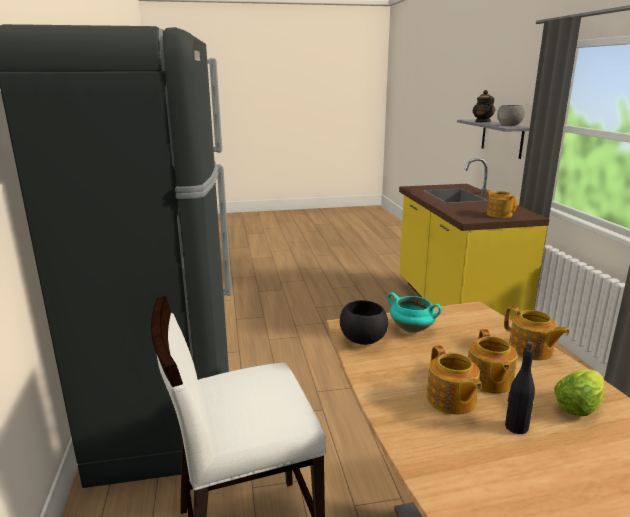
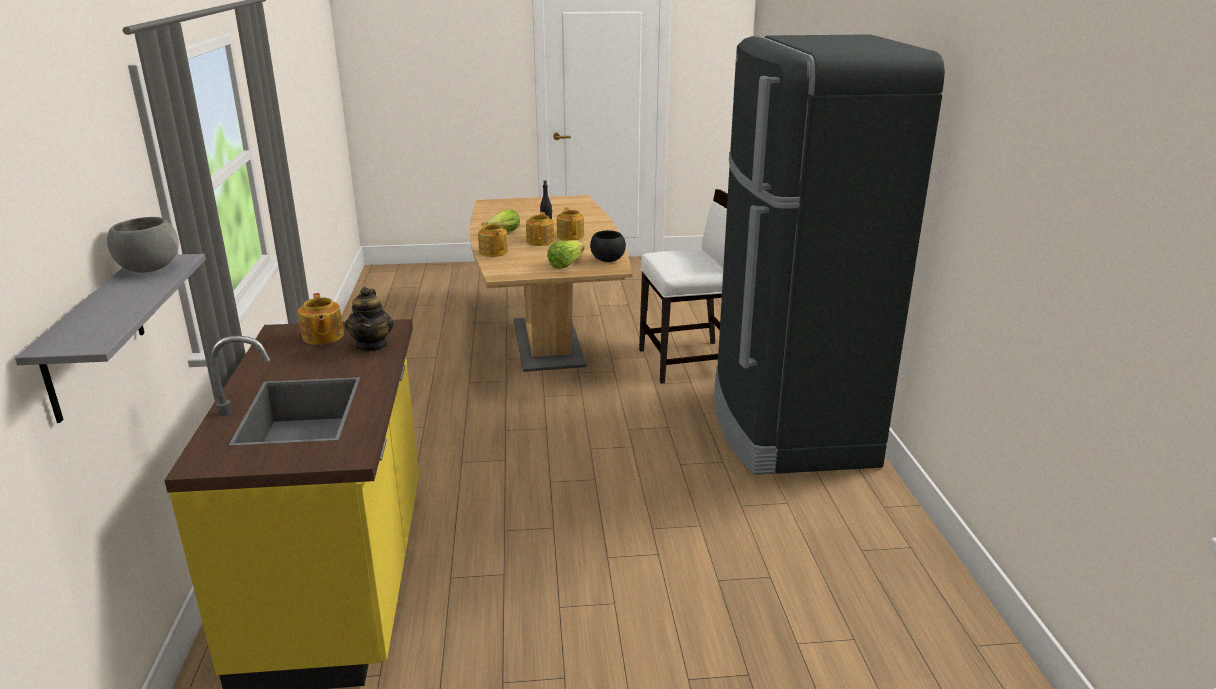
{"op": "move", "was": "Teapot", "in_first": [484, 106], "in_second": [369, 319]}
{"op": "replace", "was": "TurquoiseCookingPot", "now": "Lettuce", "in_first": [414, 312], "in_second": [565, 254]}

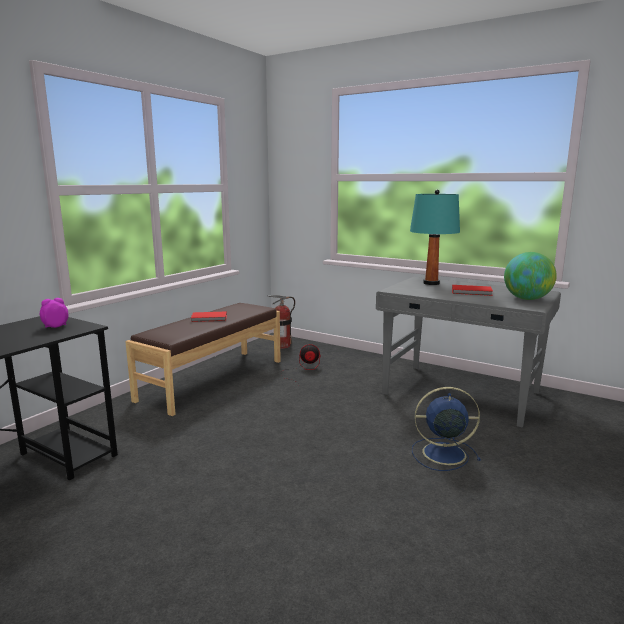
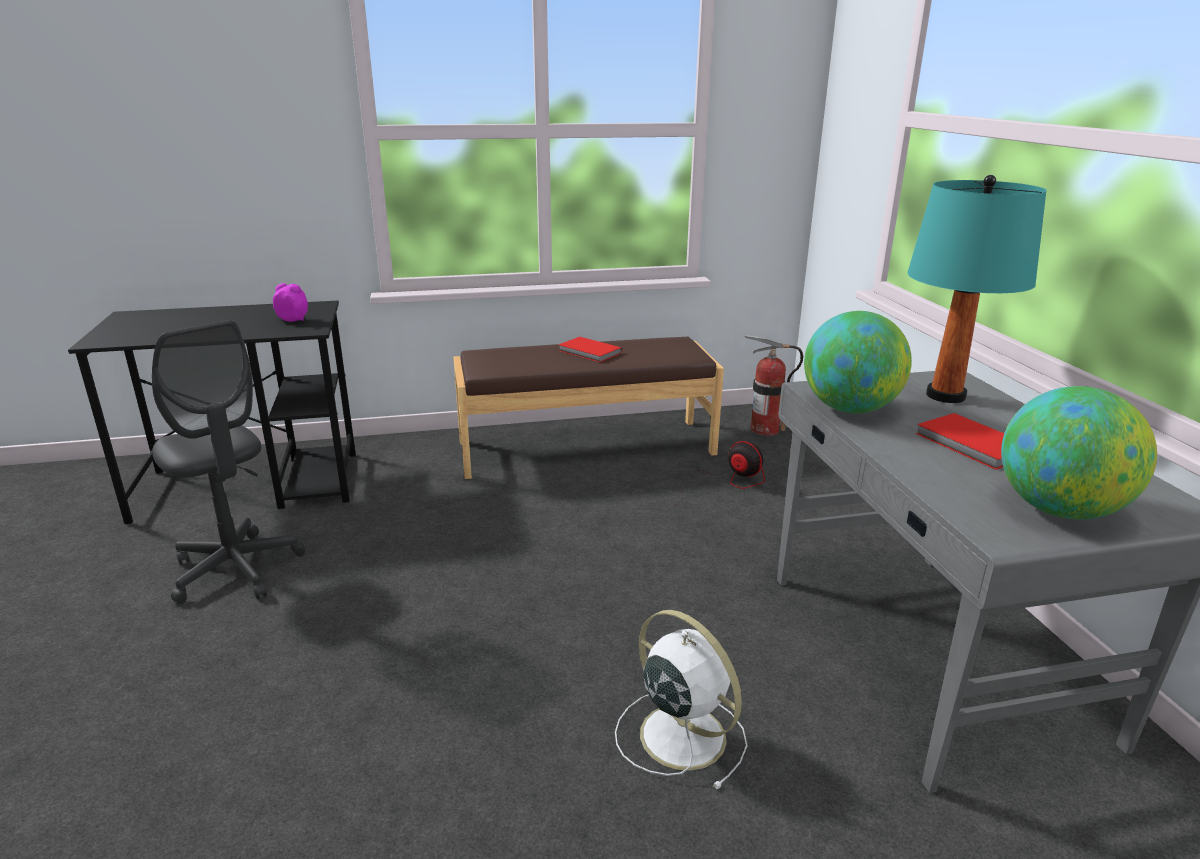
{"op": "insert", "now": "GreyOfficeChair", "in_second": [228, 462]}
{"op": "insert", "now": "Globe", "in_second": [858, 362]}
{"op": "recolor", "was": "BlueFan", "now": "WhiteFan", "in_first": [446, 429], "in_second": [681, 699]}

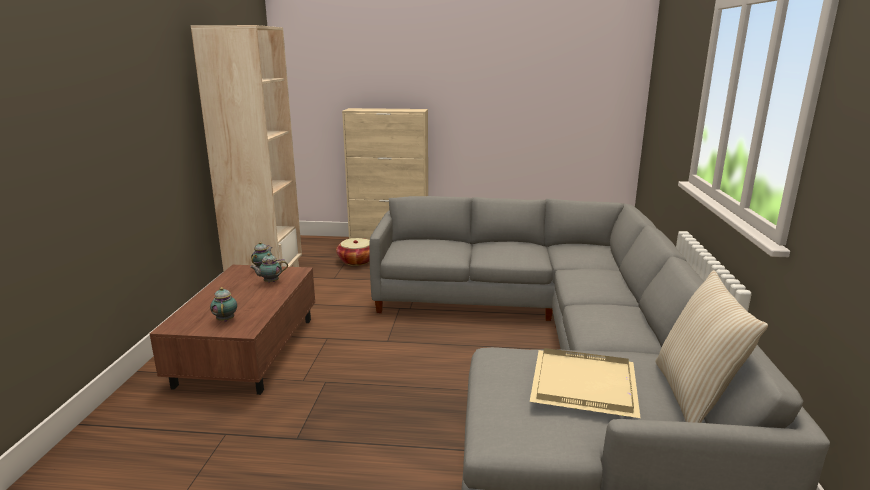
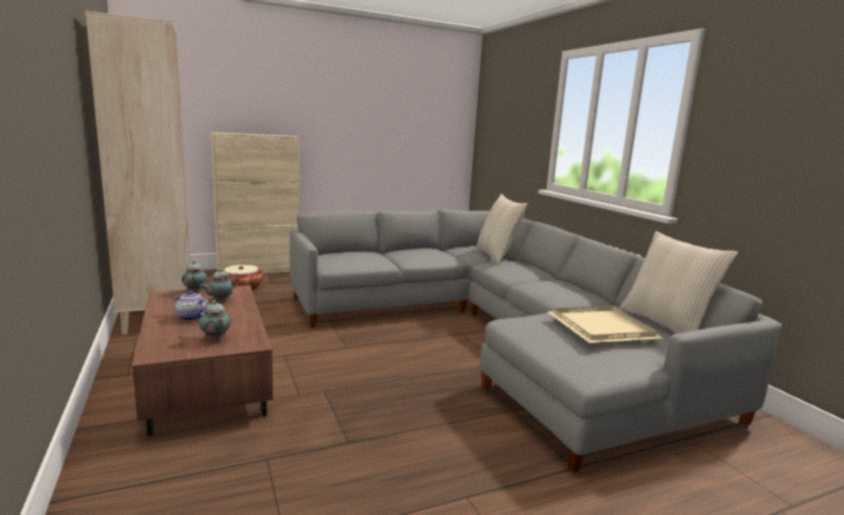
{"op": "insert", "now": "Teapot", "in_second": [190, 306]}
{"op": "insert", "now": "BeigePillow", "in_second": [501, 229]}

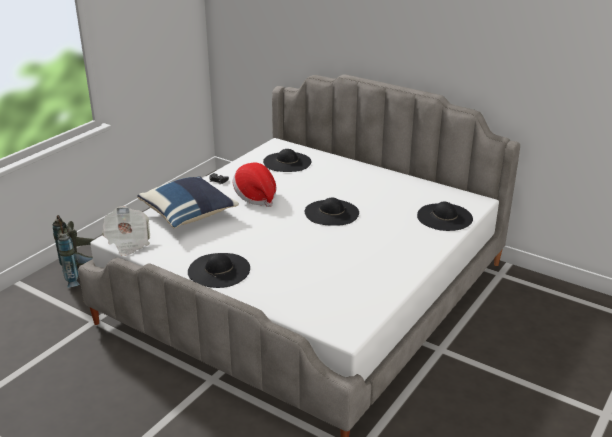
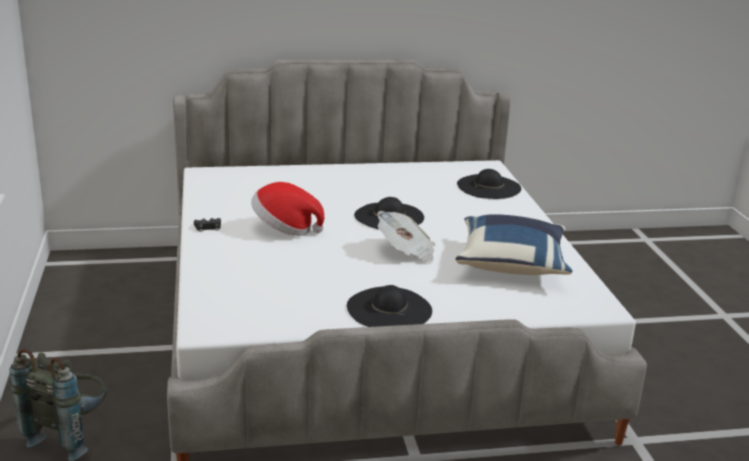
{"op": "delete", "was": "BlackHat", "in_first": [287, 160]}
{"op": "move", "was": "Newspaper", "in_first": [126, 231], "in_second": [406, 237]}
{"op": "move", "was": "BluePillow", "in_first": [188, 202], "in_second": [514, 244]}

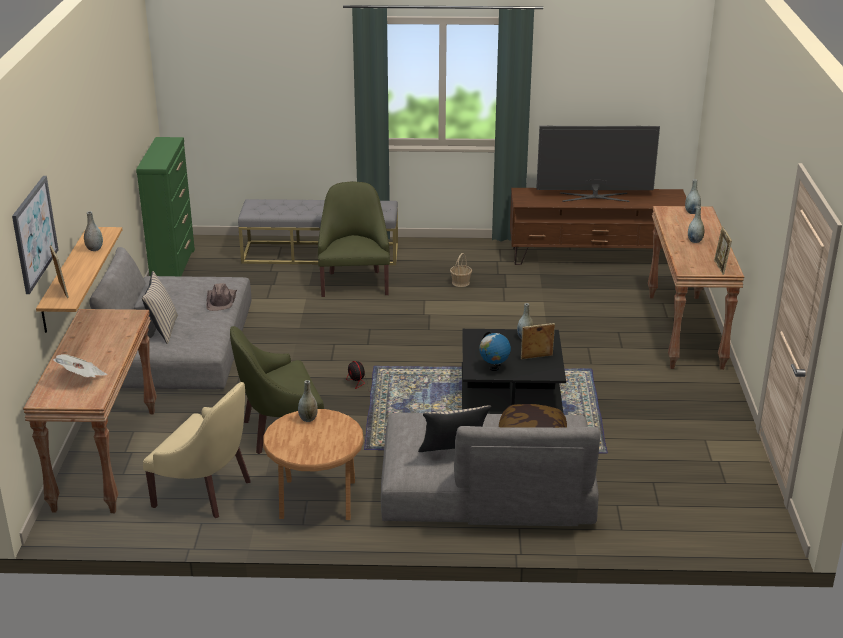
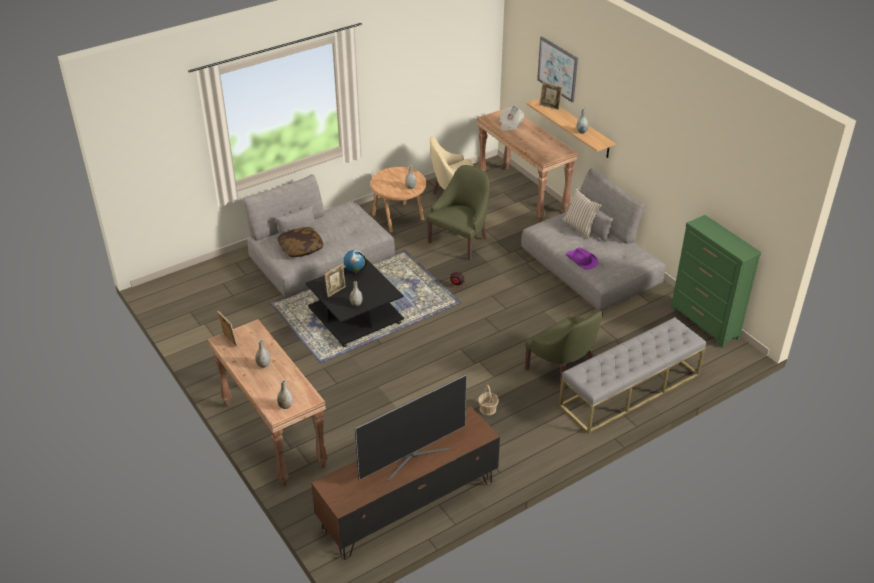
{"op": "delete", "was": "BeigePillow", "in_first": [454, 429]}
{"op": "recolor", "was": "BrownHat", "now": "PurpleHat", "in_first": [222, 297], "in_second": [582, 258]}

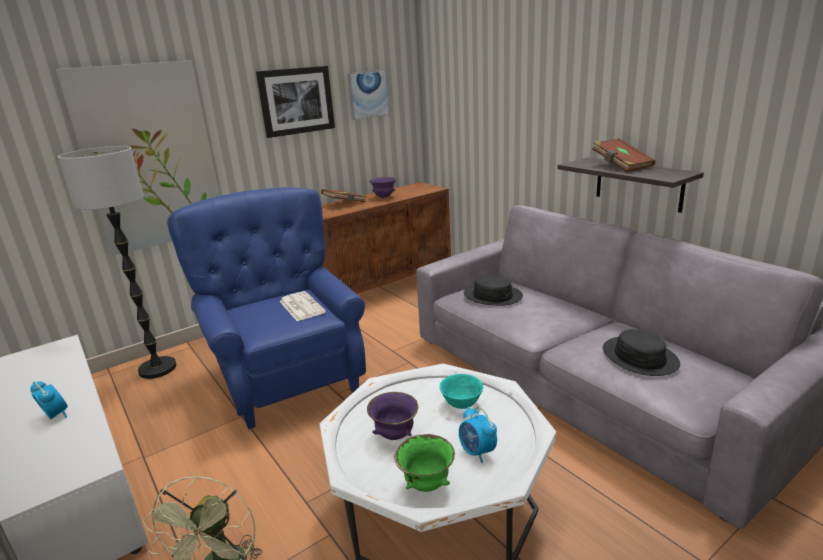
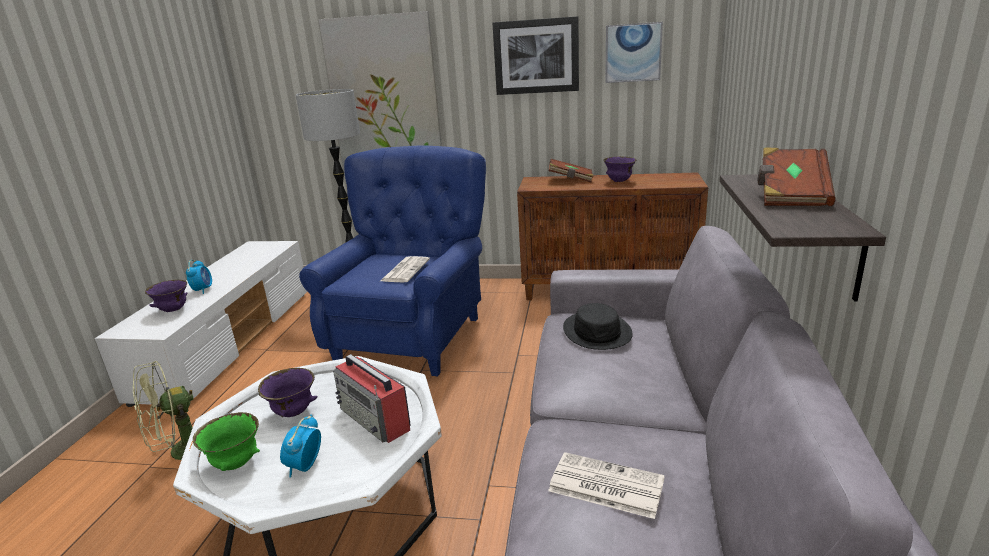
{"op": "insert", "now": "PurpleBowl", "in_second": [166, 296]}
{"op": "replace", "was": "TurquoiseBowl", "now": "Radio", "in_first": [462, 391], "in_second": [372, 398]}
{"op": "replace", "was": "BlackHat", "now": "Newspaper", "in_first": [641, 352], "in_second": [606, 485]}

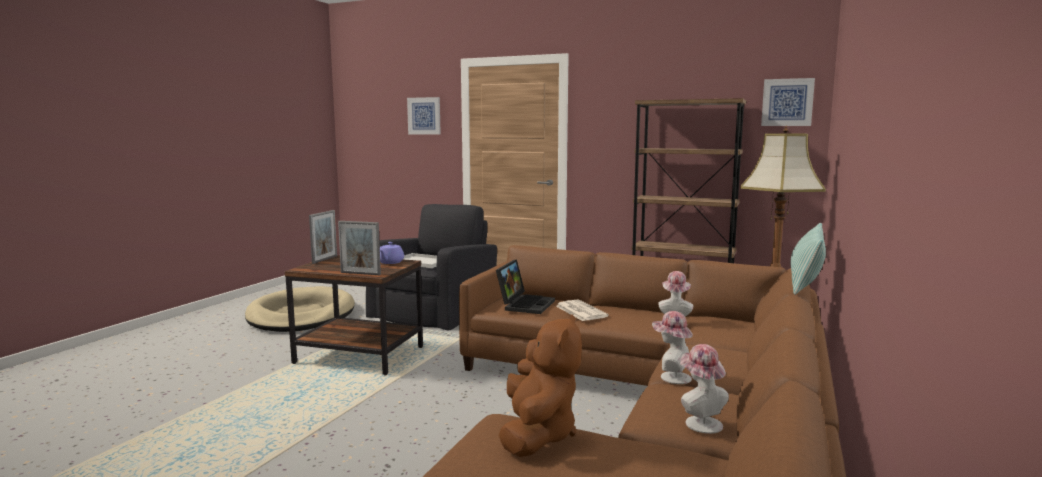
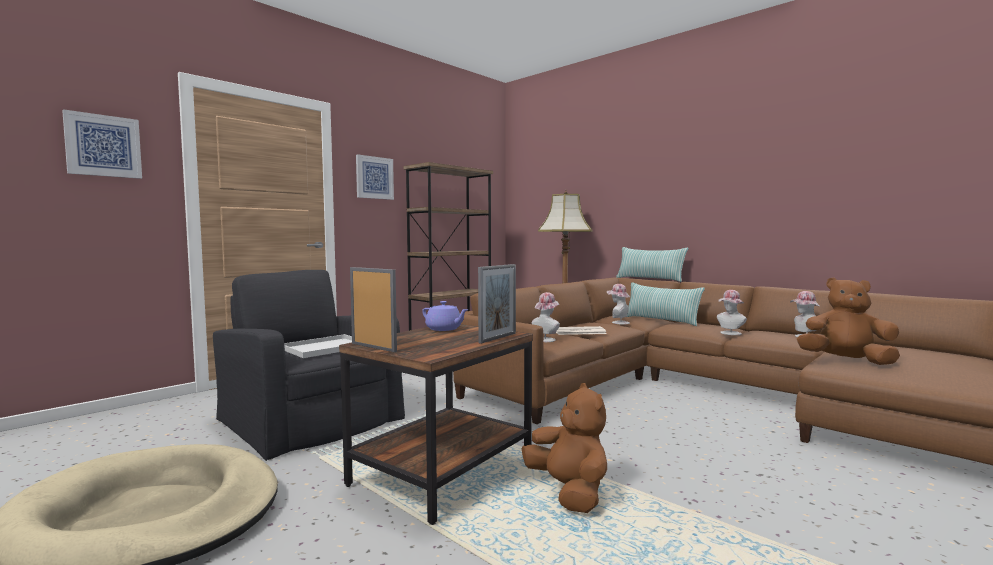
{"op": "insert", "now": "BrownPlushToy", "in_second": [564, 448]}
{"op": "insert", "now": "Pillow", "in_second": [666, 304]}
{"op": "move", "was": "Picture", "in_first": [788, 102], "in_second": [375, 177]}
{"op": "replace", "was": "Laptop", "now": "Hat", "in_first": [525, 286], "in_second": [546, 317]}

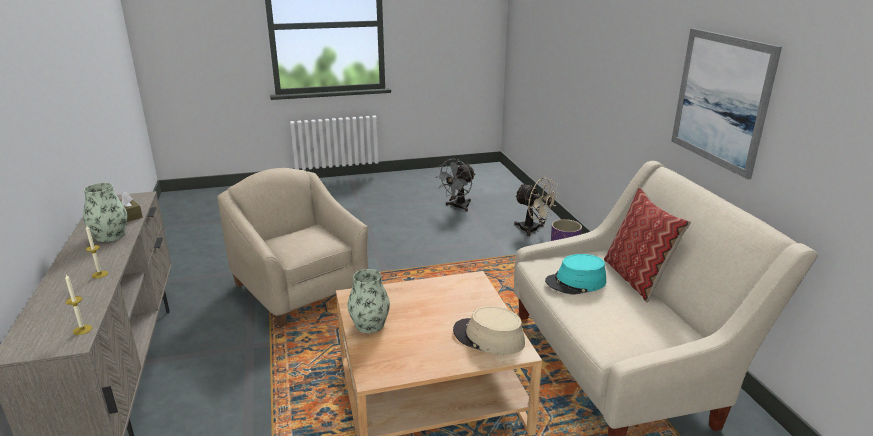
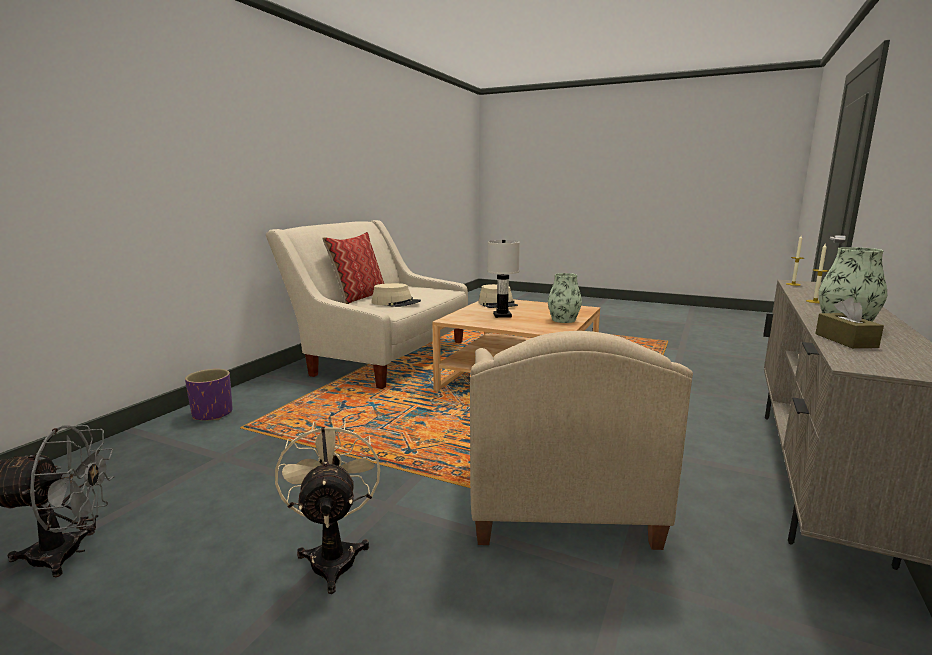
{"op": "delete", "was": "Picture", "in_first": [726, 103]}
{"op": "insert", "now": "WhiteTableLamp", "in_second": [503, 279]}
{"op": "move", "was": "BeigeFan", "in_first": [536, 207], "in_second": [327, 507]}
{"op": "recolor", "was": "TurquoiseHat", "now": "BeigeHat", "in_first": [575, 274], "in_second": [396, 295]}

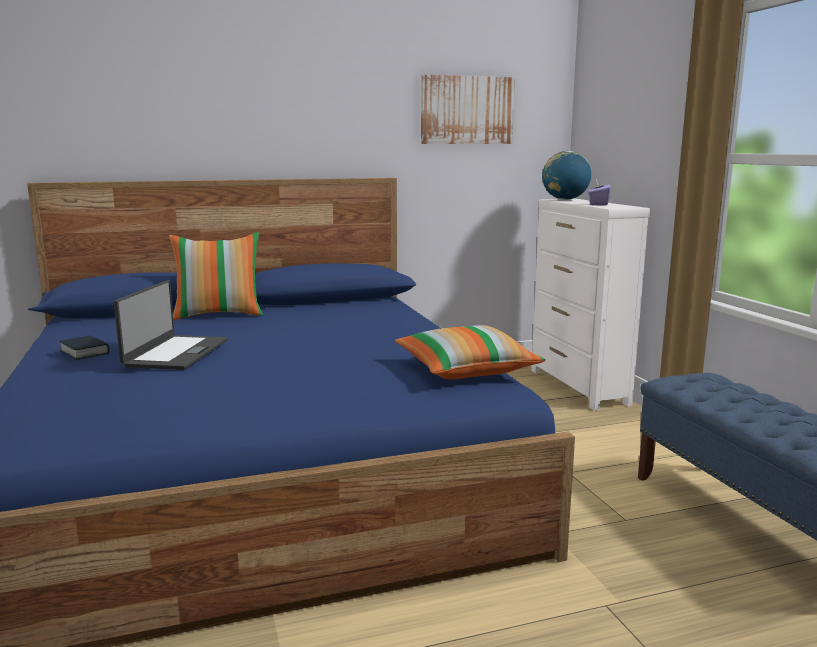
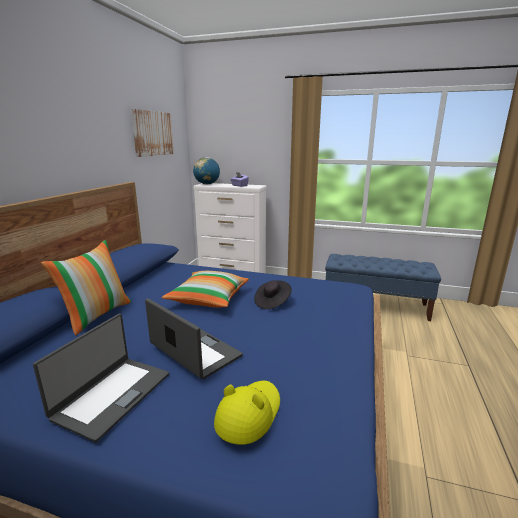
{"op": "insert", "now": "YellowHat", "in_second": [247, 412]}
{"op": "insert", "now": "BlackHat", "in_second": [273, 295]}
{"op": "move", "was": "Pillow", "in_first": [470, 352], "in_second": [205, 289]}
{"op": "replace", "was": "Book", "now": "Laptop", "in_first": [84, 348], "in_second": [101, 377]}

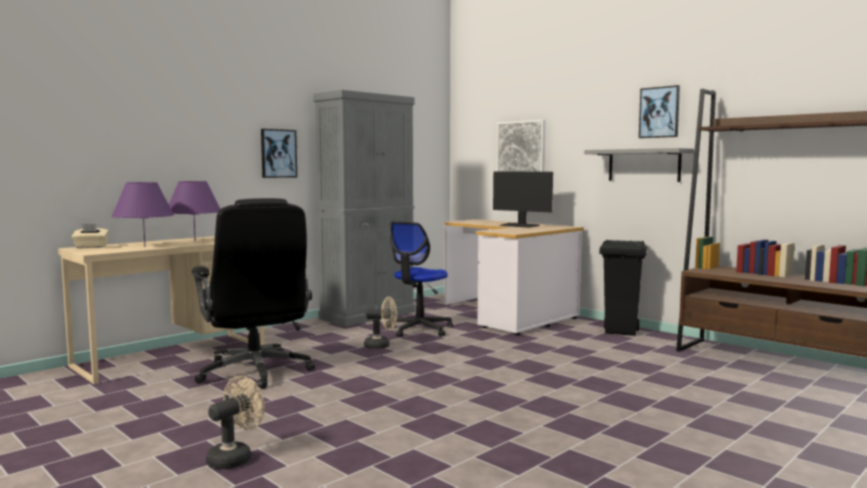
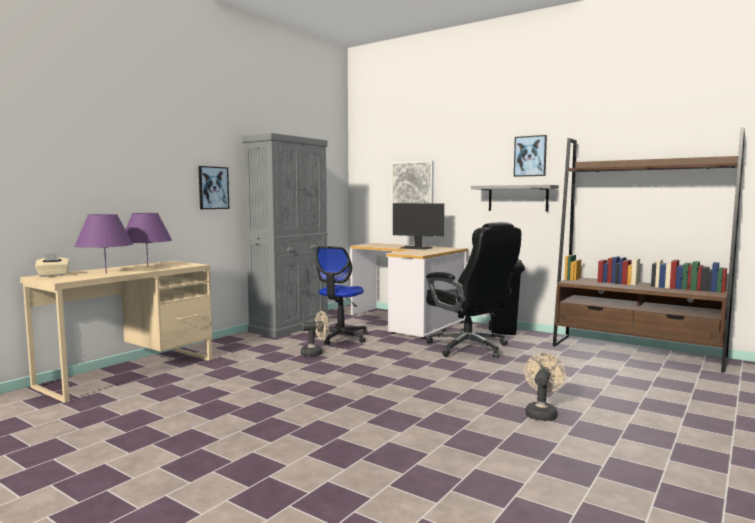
{"op": "move", "was": "BlackOfficeChair", "in_first": [253, 293], "in_second": [473, 290]}
{"op": "move", "was": "BeigeFan", "in_first": [235, 422], "in_second": [545, 387]}

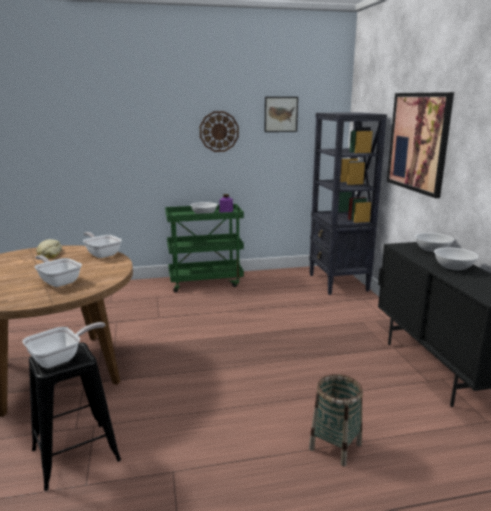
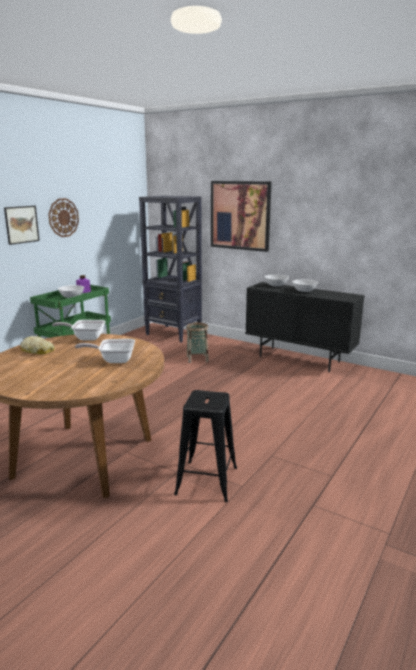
{"op": "delete", "was": "FryingPan", "in_first": [64, 345]}
{"op": "move", "was": "Picture", "in_first": [281, 114], "in_second": [22, 225]}
{"op": "move", "was": "Basket", "in_first": [336, 420], "in_second": [197, 342]}

